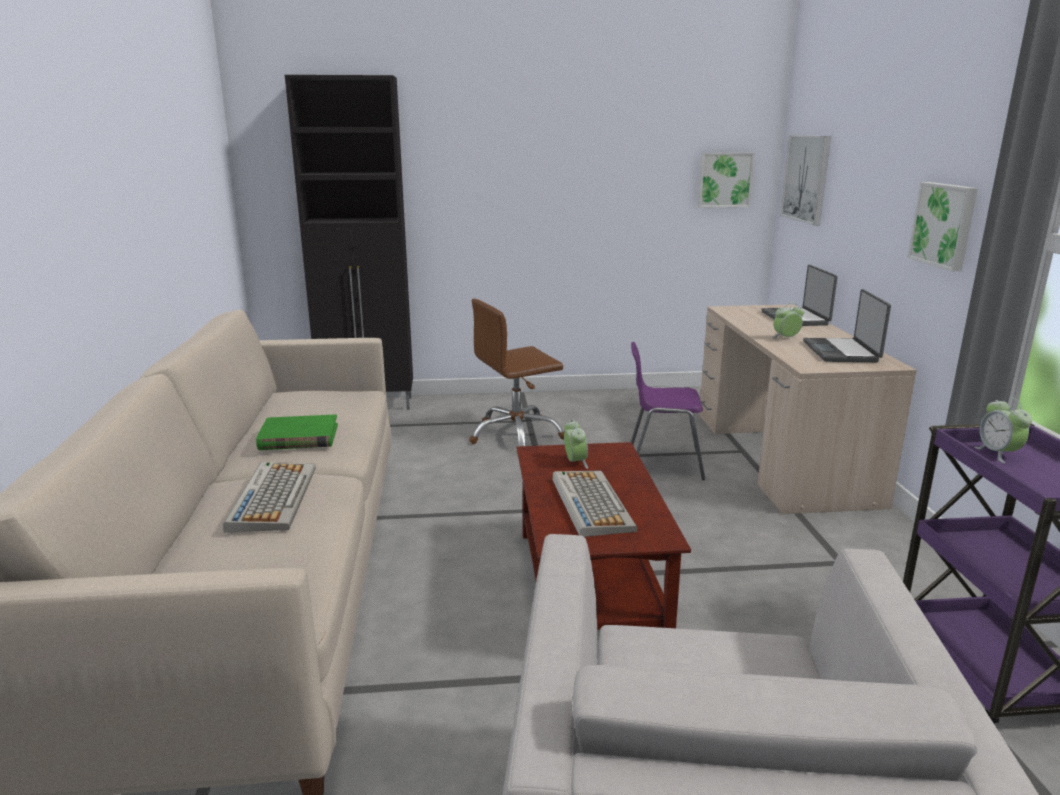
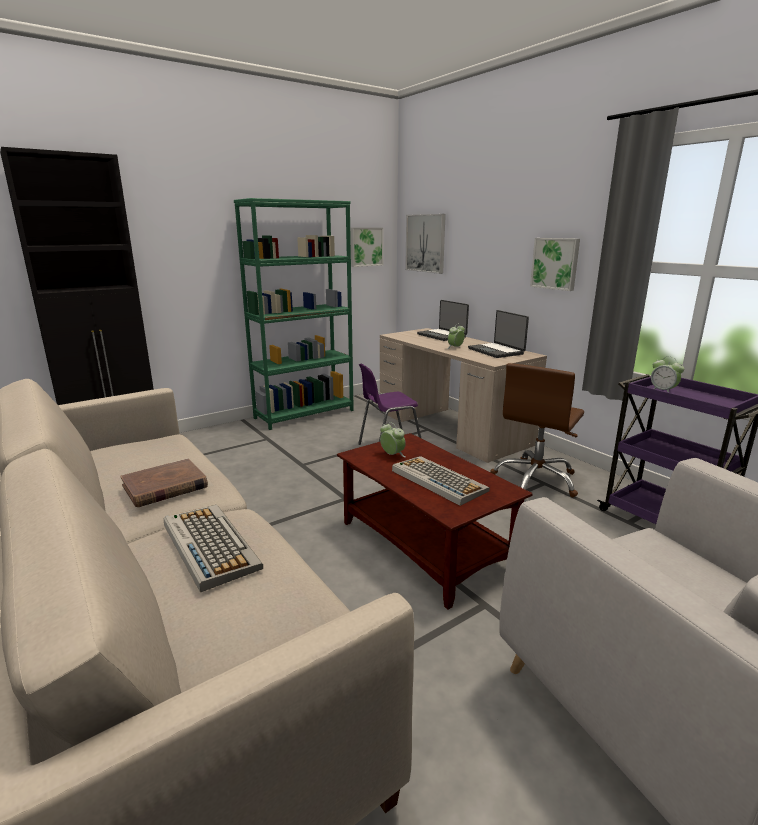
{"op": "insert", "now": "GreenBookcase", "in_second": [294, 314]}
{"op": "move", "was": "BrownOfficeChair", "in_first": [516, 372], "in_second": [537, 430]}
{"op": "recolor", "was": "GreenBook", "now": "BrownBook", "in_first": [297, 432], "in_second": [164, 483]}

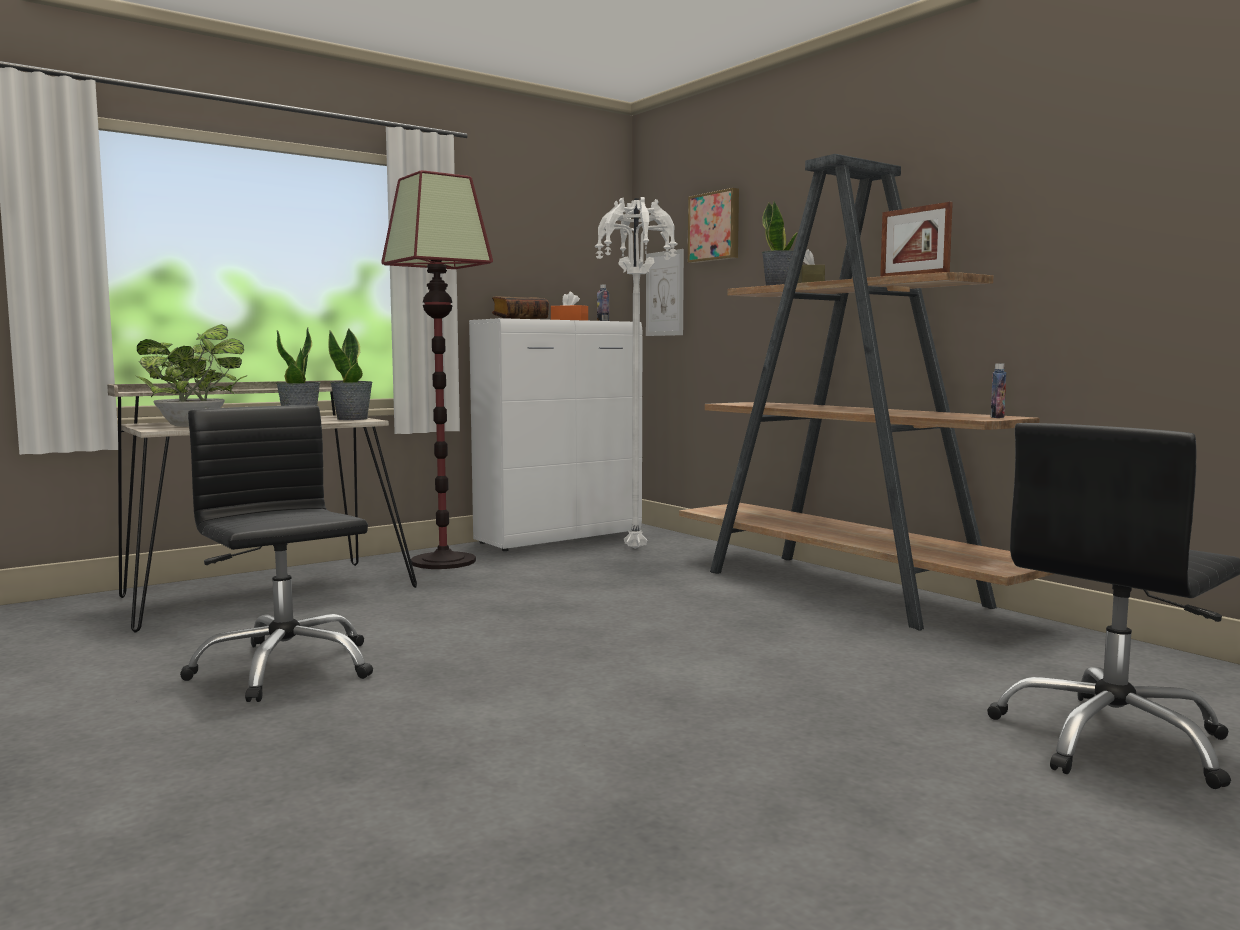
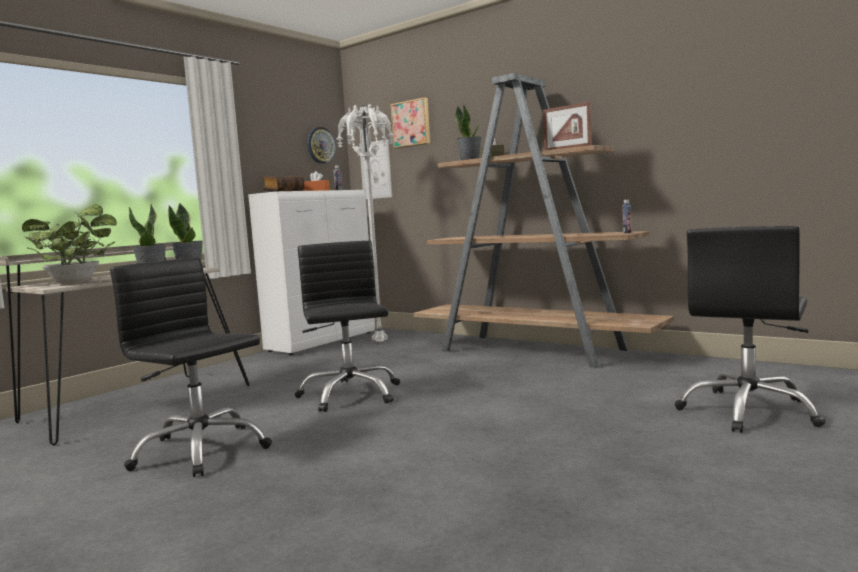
{"op": "delete", "was": "FloorLamp", "in_first": [437, 369]}
{"op": "insert", "now": "BlackOfficeChair", "in_second": [347, 326]}
{"op": "insert", "now": "WallClock", "in_second": [321, 145]}

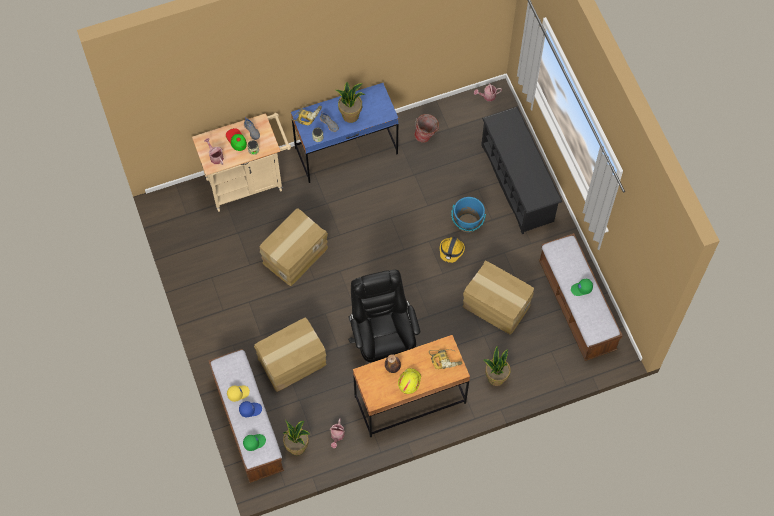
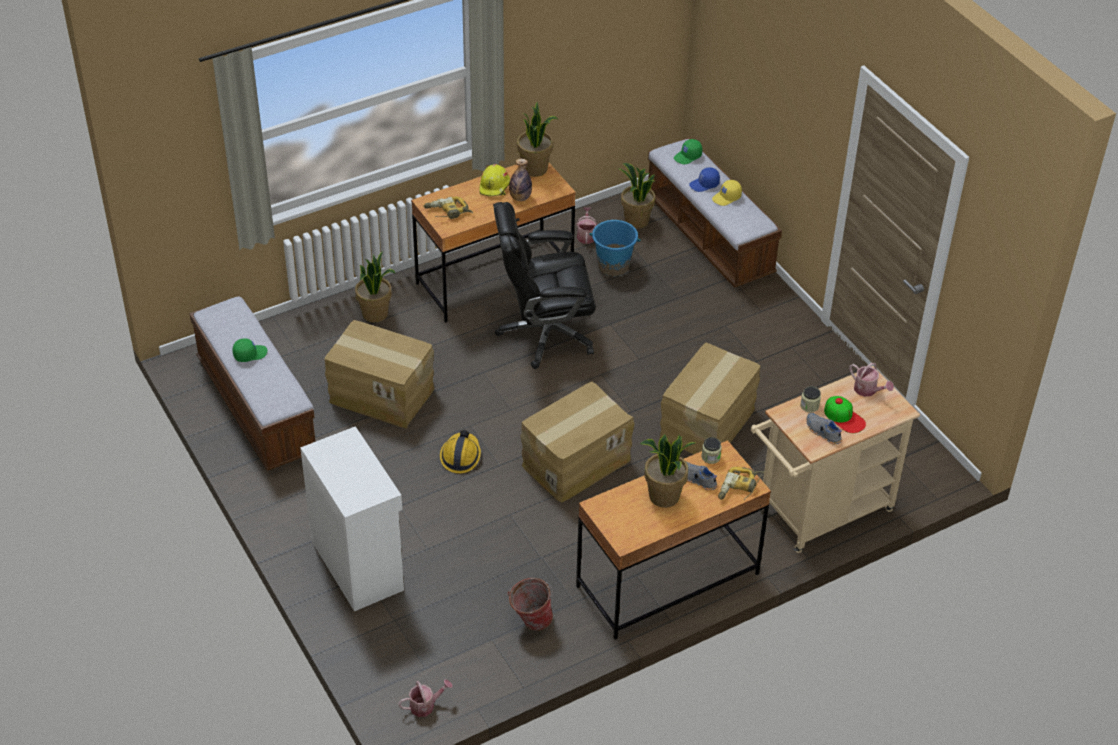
{"op": "insert", "now": "PottedPlant", "in_second": [537, 139]}
{"op": "move", "was": "CardboardBox", "in_first": [290, 354], "in_second": [578, 442]}
{"op": "move", "was": "BlueBucket", "in_first": [468, 214], "in_second": [615, 248]}
{"op": "replace", "was": "BlackShoeRack", "now": "WhiteCabinet", "in_first": [521, 170], "in_second": [352, 518]}
{"op": "recolor", "was": "BlueDesk", "now": "BrownDesk", "in_first": [345, 133], "in_second": [673, 540]}
{"op": "rotate", "was": "BlackOfficeChair", "in_first": [384, 316], "in_second": [544, 285], "clockwise": 105}

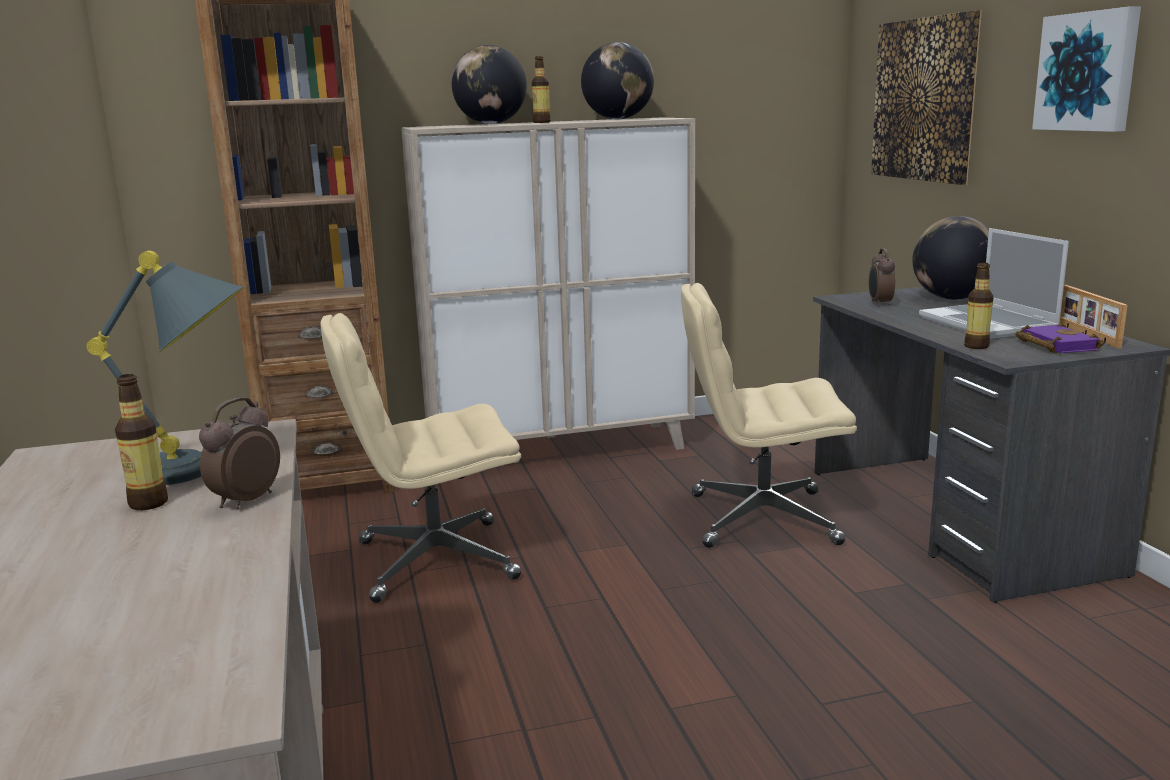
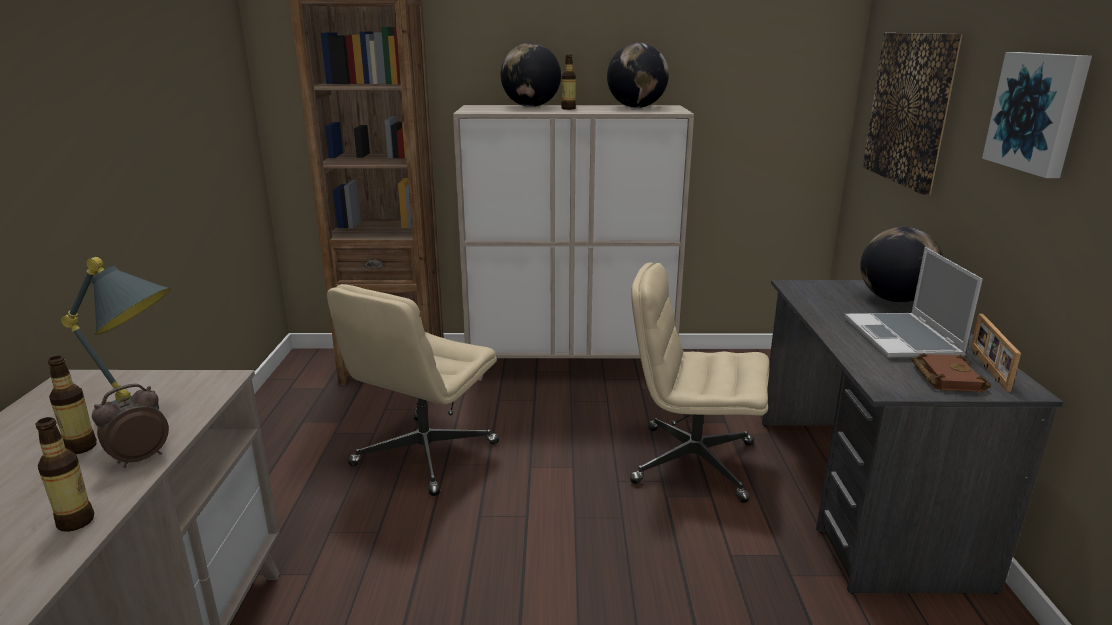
{"op": "delete", "was": "AlarmClock", "in_first": [882, 277]}
{"op": "move", "was": "Bottle", "in_first": [979, 306], "in_second": [65, 474]}
{"op": "recolor", "was": "PurpleBook", "now": "BrownBook", "in_first": [1059, 338], "in_second": [951, 372]}
{"op": "rotate", "was": "BeigeOfficeChair", "in_first": [420, 458], "in_second": [413, 390], "clockwise": -60}

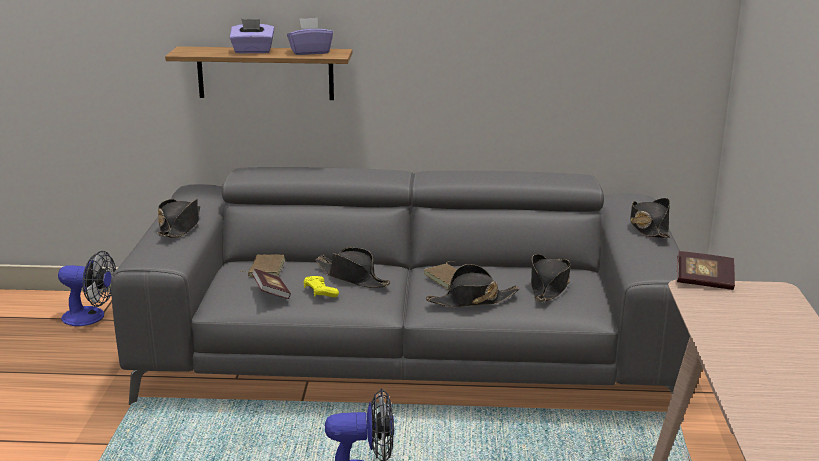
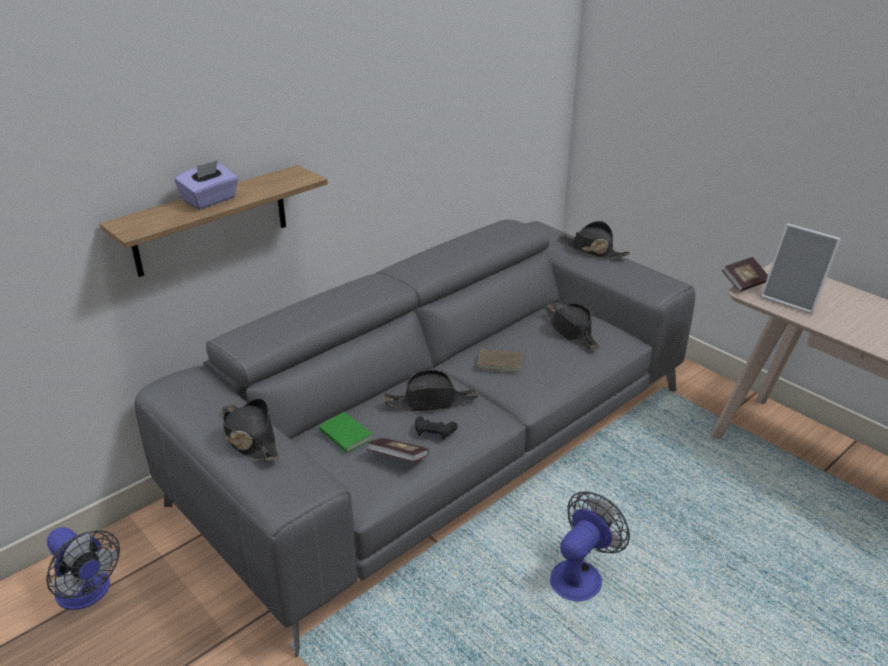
{"op": "delete", "was": "PurpleTissueBox", "in_first": [310, 36]}
{"op": "delete", "was": "BlackHat", "in_first": [473, 285]}
{"op": "insert", "now": "PictureFrame", "in_second": [801, 268]}
{"op": "recolor", "was": "BrownBook", "now": "GreenBook", "in_first": [263, 266], "in_second": [345, 433]}
{"op": "recolor", "was": "YellowGameController", "now": "BlackGameController", "in_first": [321, 286], "in_second": [436, 428]}
{"op": "rotate", "was": "Fan", "in_first": [87, 288], "in_second": [83, 568], "clockwise": 75}

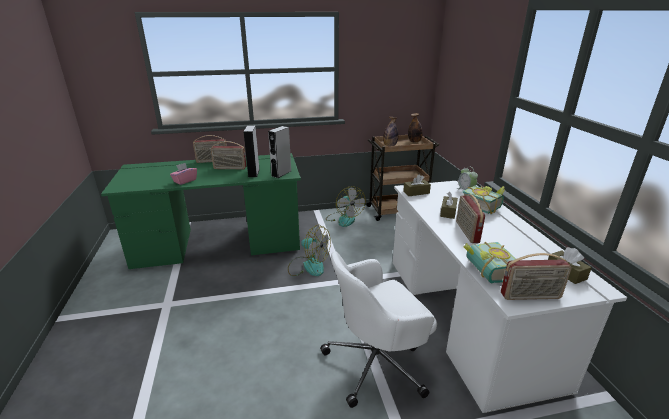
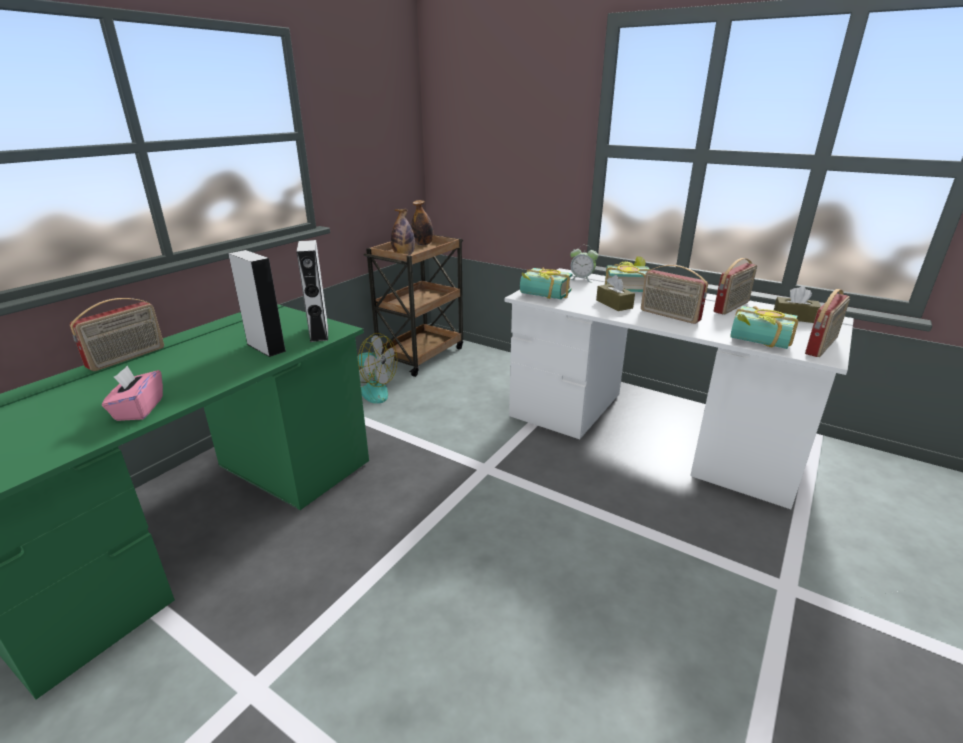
{"op": "delete", "was": "Fan", "in_first": [309, 250]}
{"op": "delete", "was": "WhiteOfficeChair", "in_first": [378, 329]}
{"op": "move", "was": "Radio", "in_first": [228, 155], "in_second": [735, 286]}
{"op": "replace", "was": "BrownTissueBox", "now": "Book", "in_first": [417, 185], "in_second": [546, 283]}

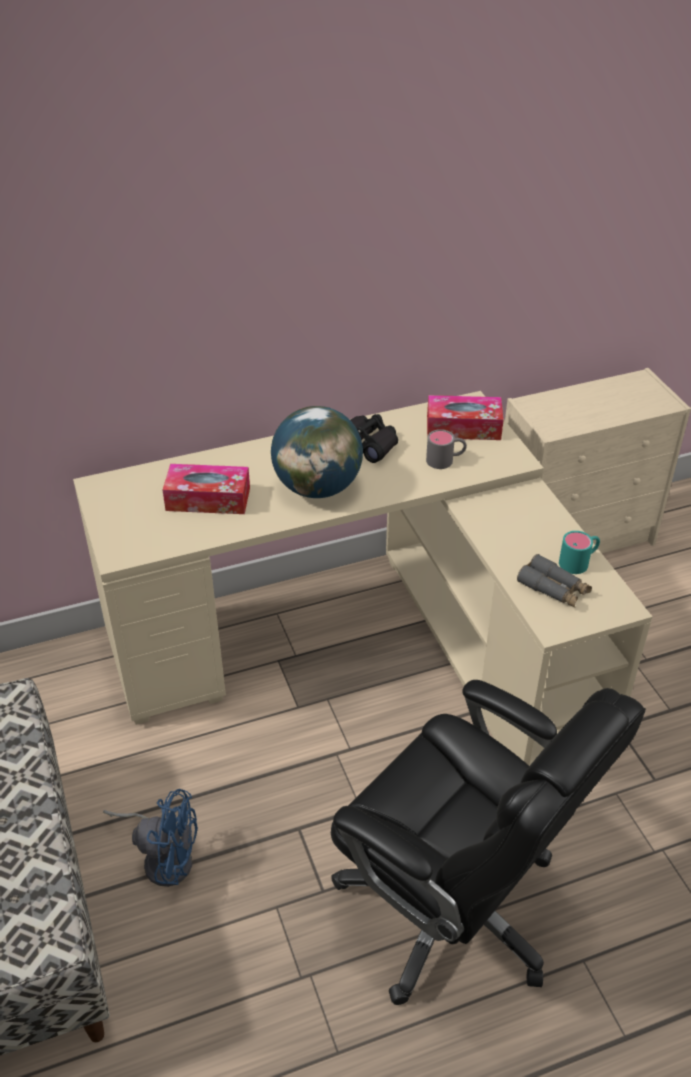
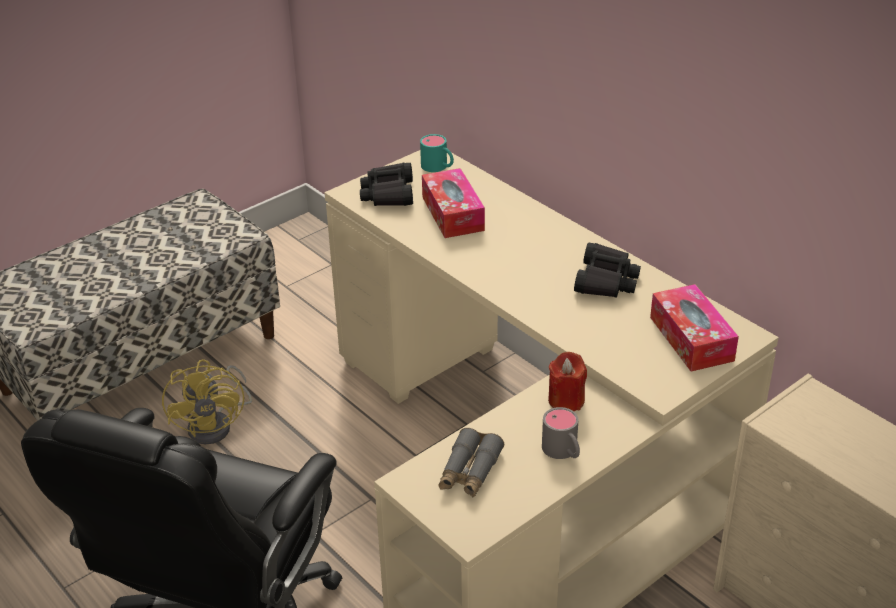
{"op": "delete", "was": "Globe", "in_first": [317, 452]}
{"op": "insert", "now": "BlackBinoculars", "in_second": [386, 184]}
{"op": "insert", "now": "RedCandle", "in_second": [567, 381]}
{"op": "move", "was": "GreyMug", "in_first": [446, 449], "in_second": [561, 433]}
{"op": "move", "was": "TurquoiseMug", "in_first": [579, 552], "in_second": [437, 153]}
{"op": "recolor", "was": "BlueFan", "now": "YellowFan", "in_first": [150, 838], "in_second": [207, 401]}

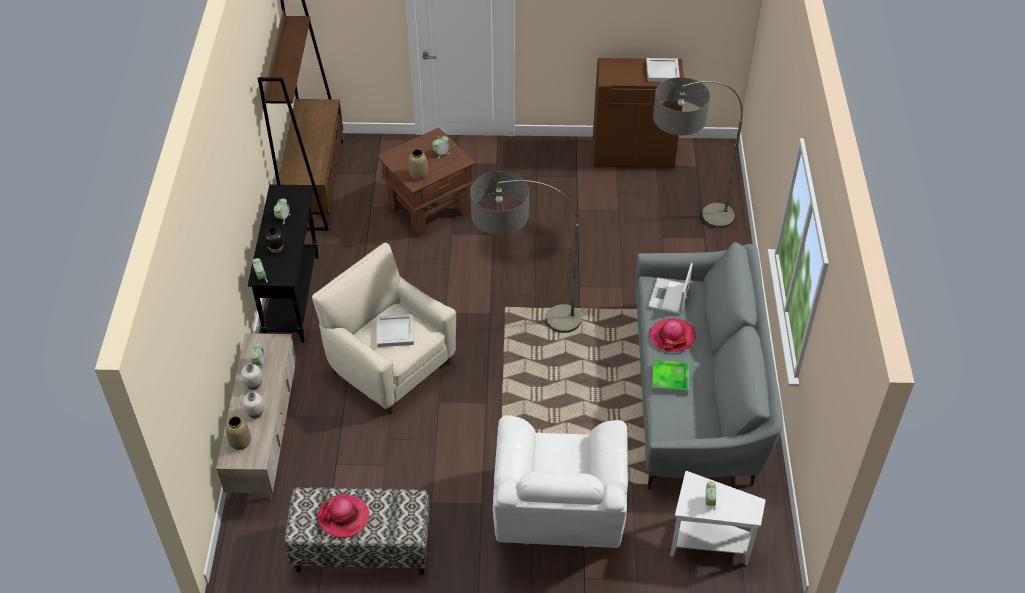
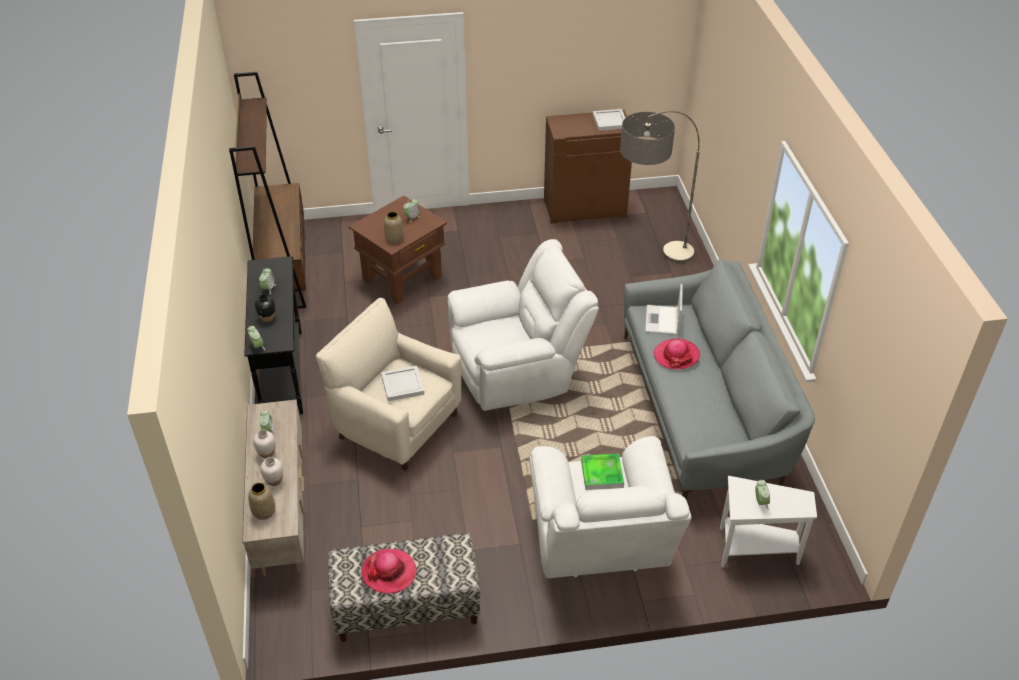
{"op": "move", "was": "Tray", "in_first": [670, 377], "in_second": [602, 472]}
{"op": "replace", "was": "FloorLamp", "now": "WhiteArmchair", "in_first": [525, 252], "in_second": [523, 325]}

